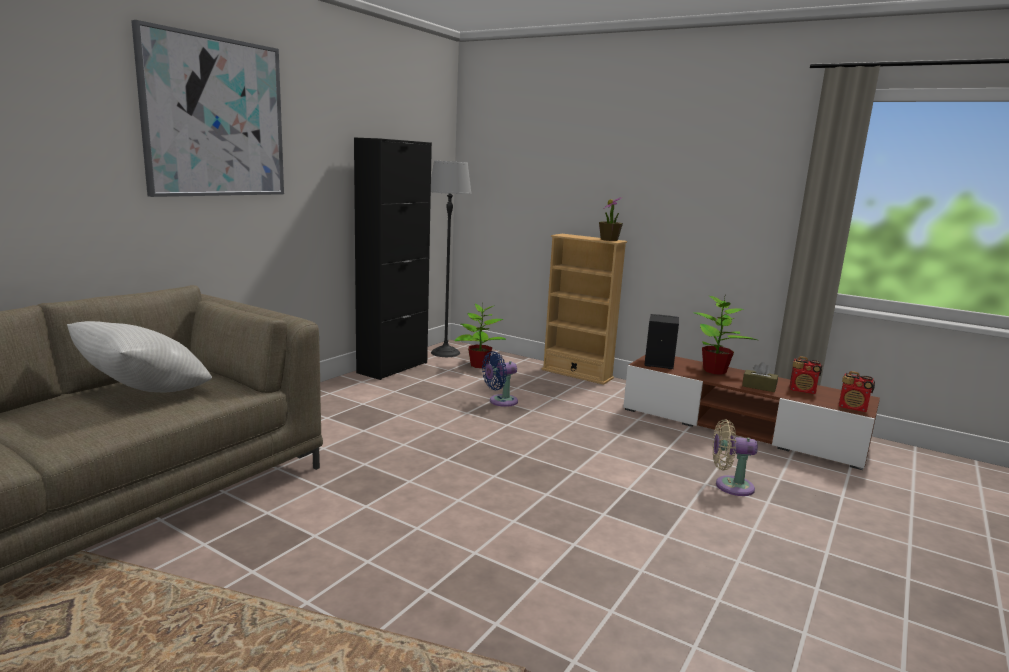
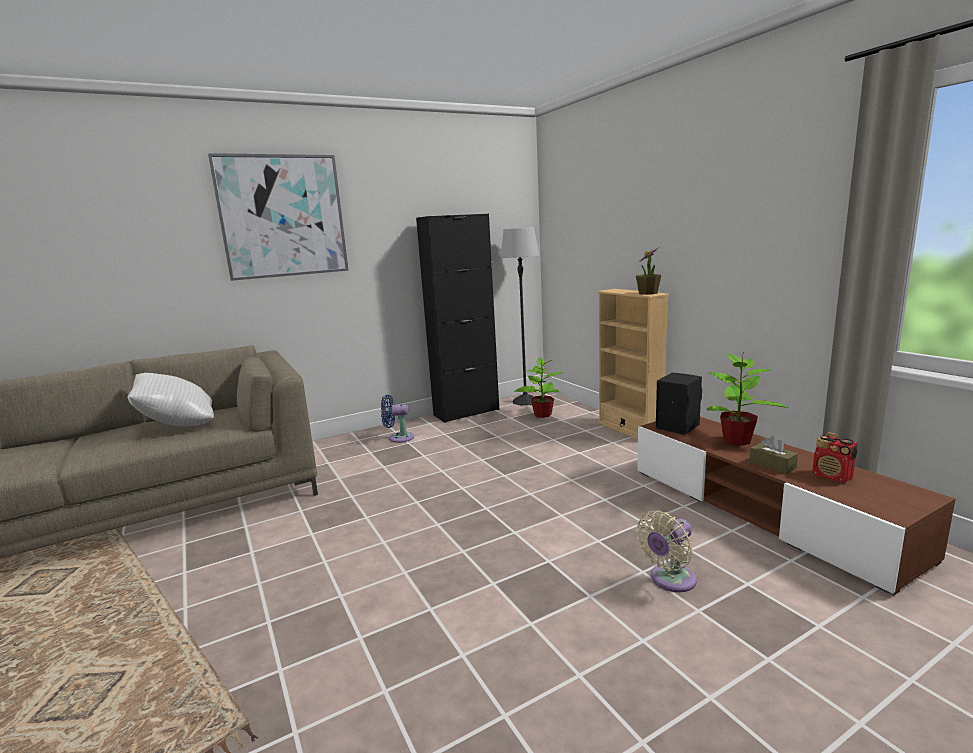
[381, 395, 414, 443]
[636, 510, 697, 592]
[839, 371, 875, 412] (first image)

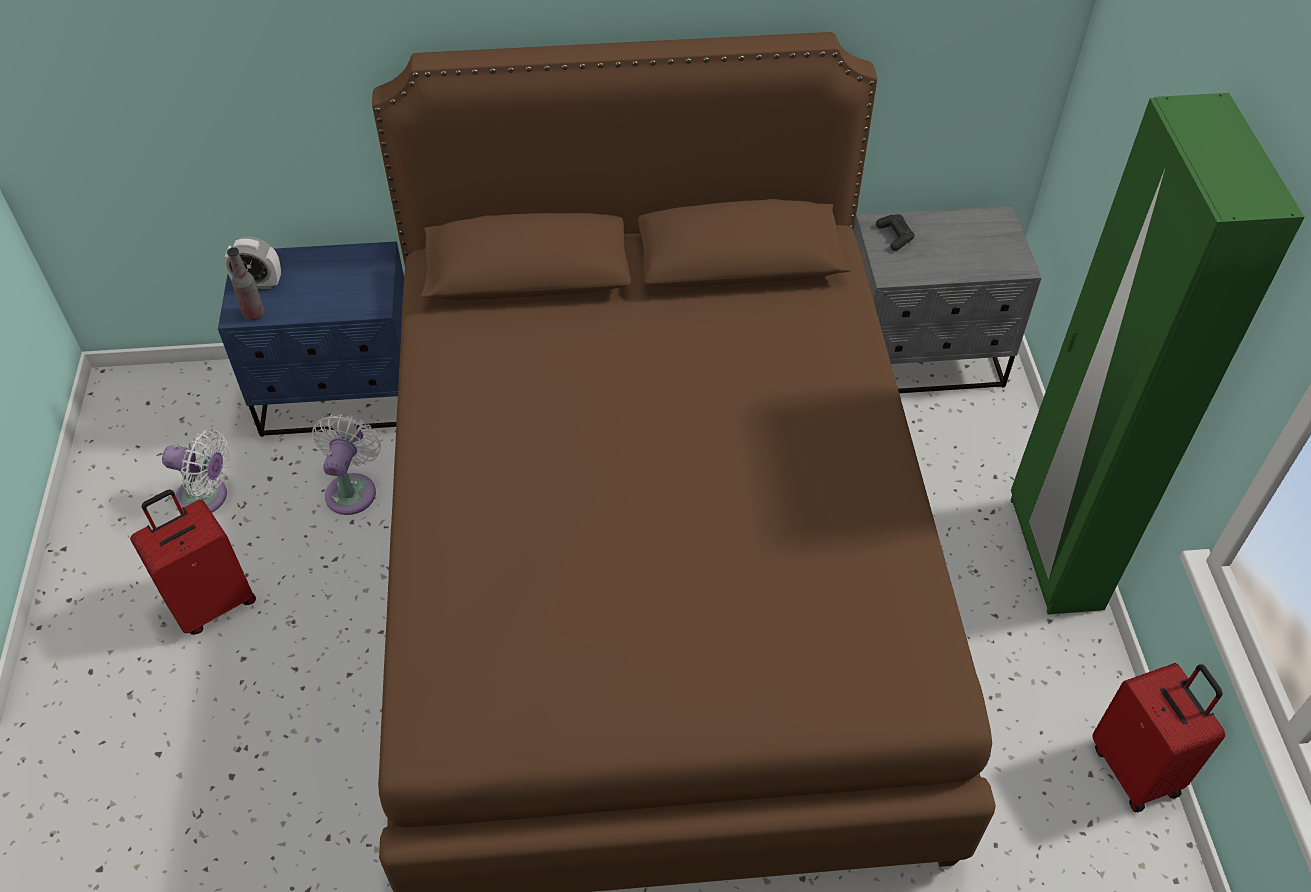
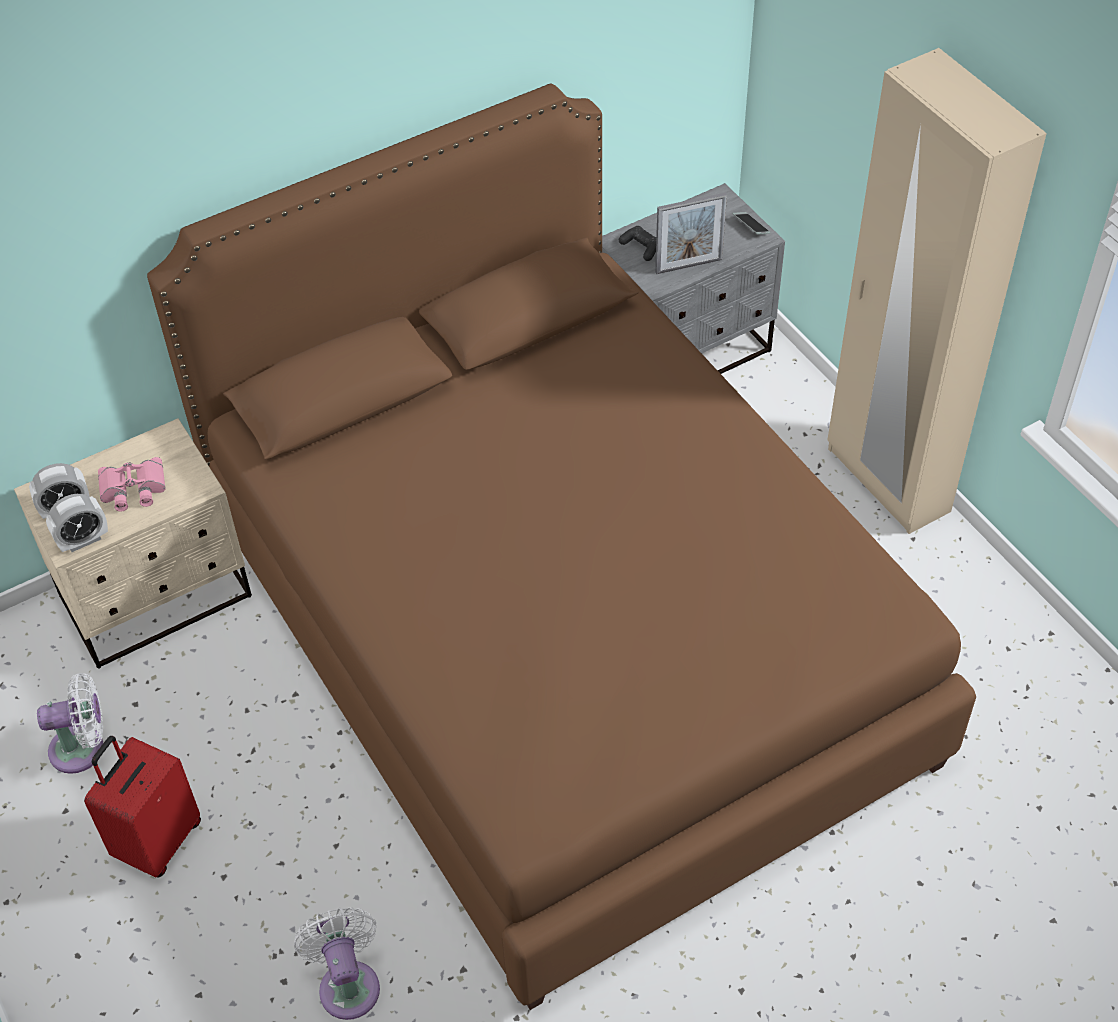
[14, 418, 252, 669]
[46, 494, 108, 552]
[294, 907, 380, 1020]
[827, 48, 1047, 534]
[1092, 663, 1225, 812] (first image)
[98, 457, 166, 511]
[655, 192, 727, 274]
[733, 212, 771, 235]

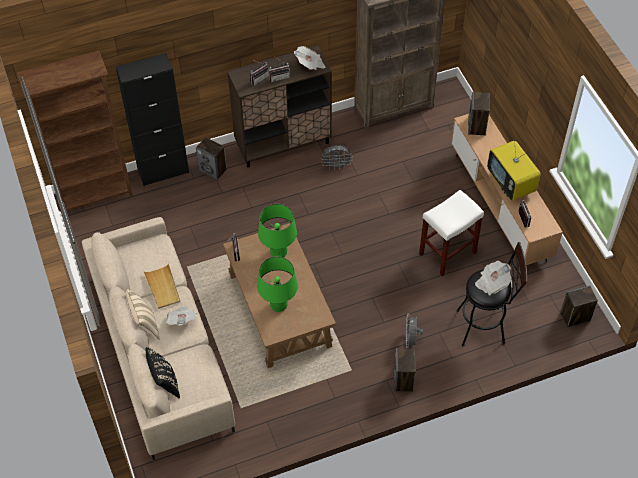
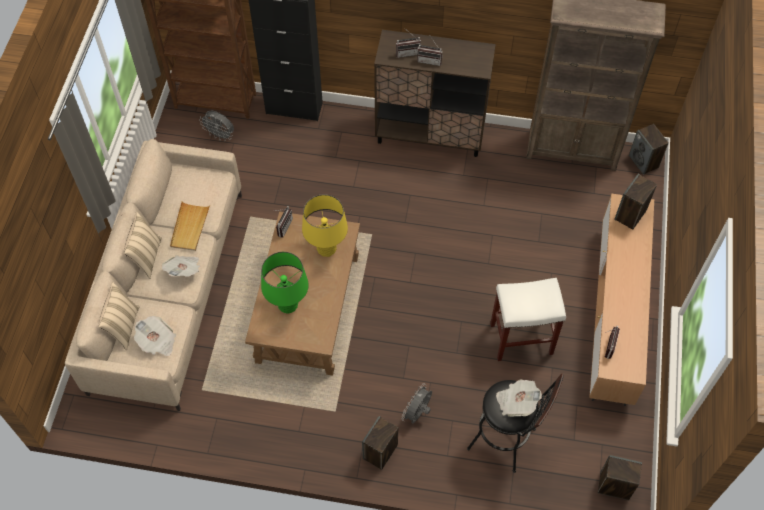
[98, 282, 140, 350]
[629, 124, 669, 175]
[302, 194, 348, 257]
[134, 316, 176, 356]
[199, 111, 234, 141]
[487, 139, 541, 201] (first image)

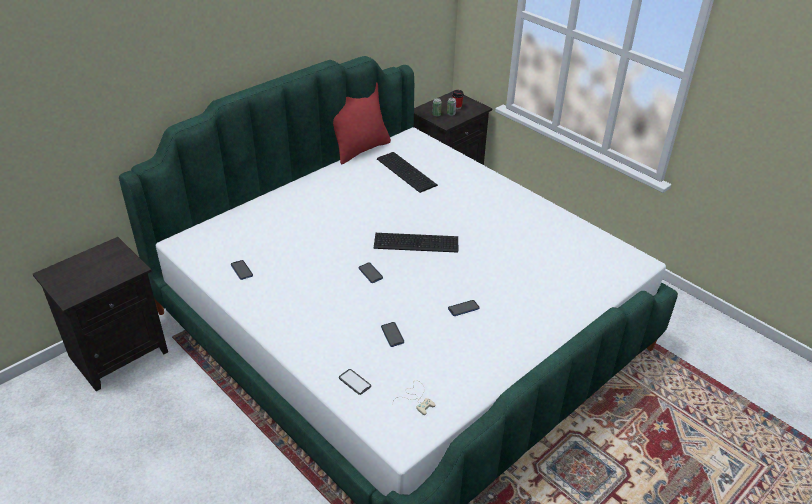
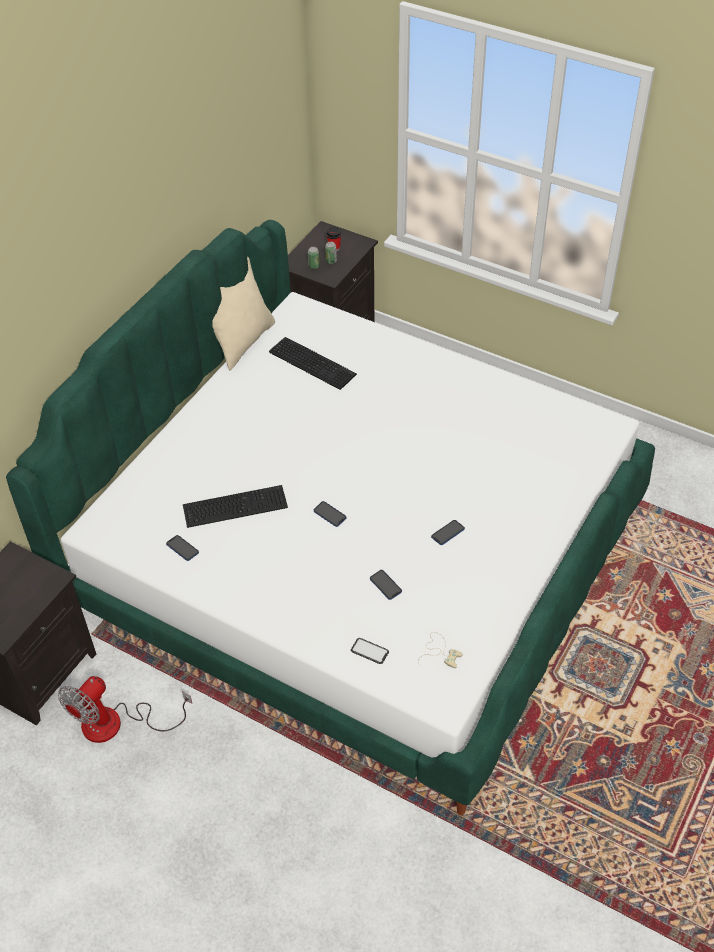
[212, 256, 275, 370]
[183, 485, 288, 528]
[58, 676, 192, 743]

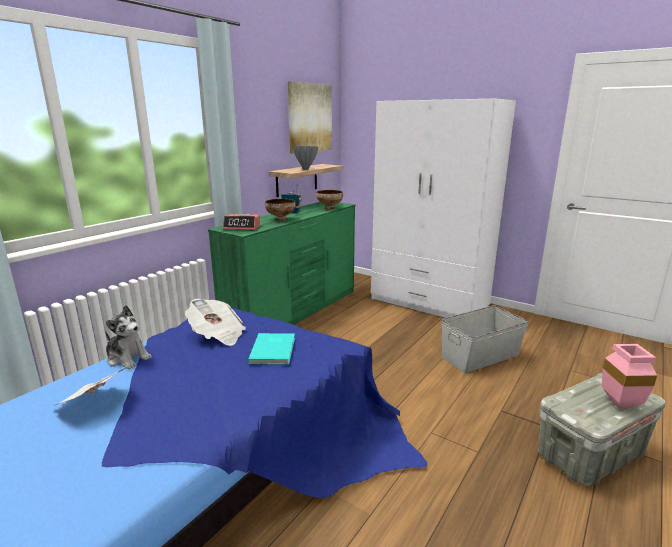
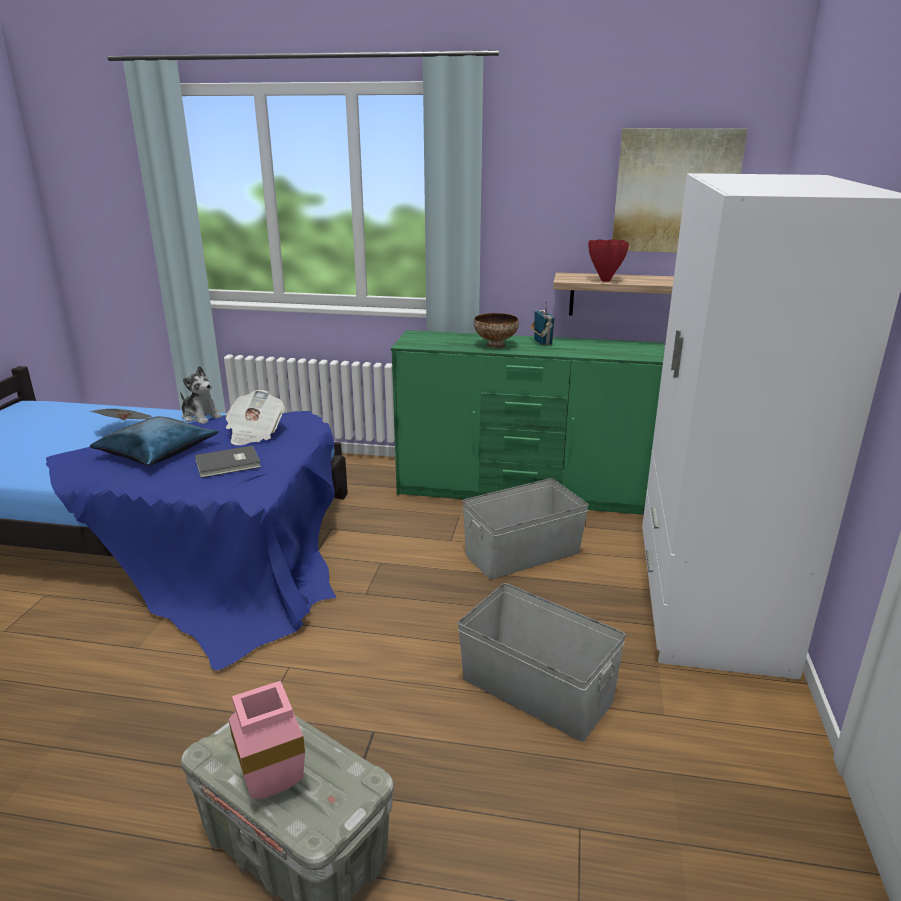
[180, 366, 222, 424]
[223, 214, 260, 230] (first image)
[195, 446, 261, 478]
[588, 239, 629, 282]
[316, 190, 343, 209] (first image)
[90, 416, 219, 465]
[462, 478, 589, 580]

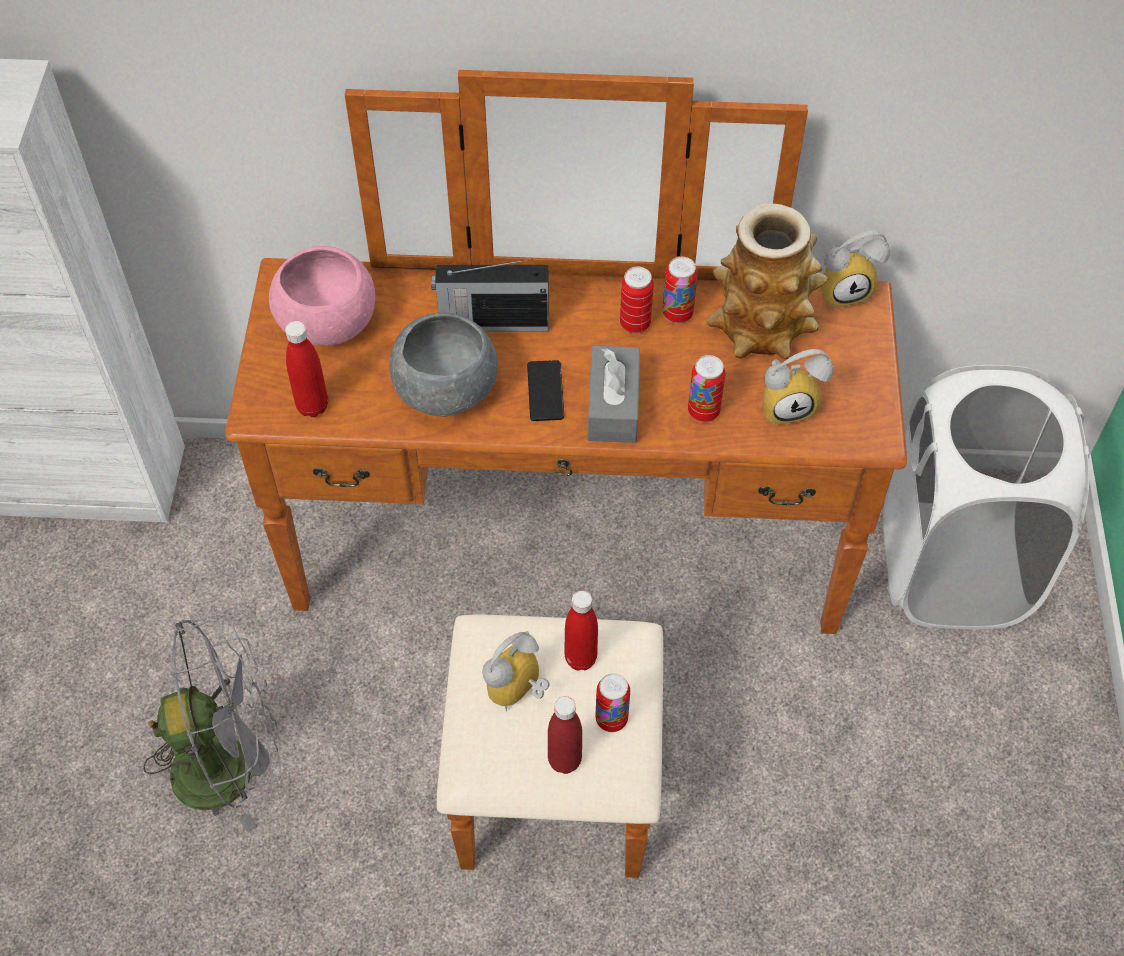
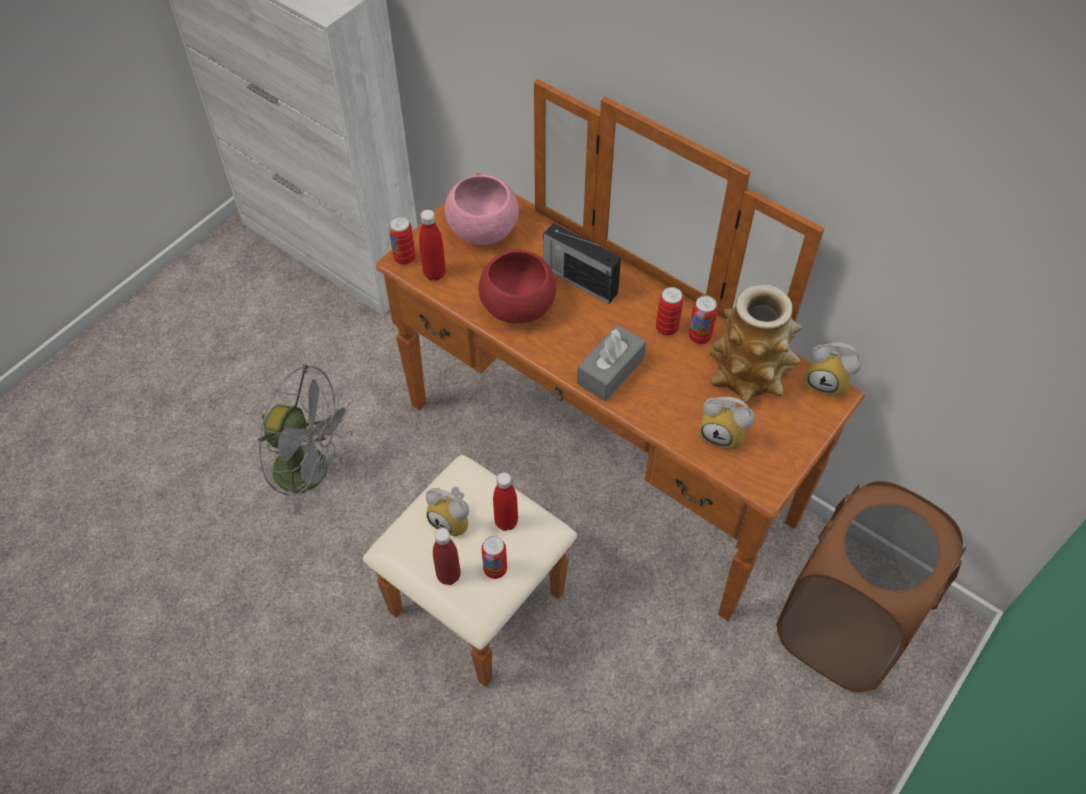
[479, 250, 556, 323]
[426, 487, 469, 537]
[527, 360, 564, 421] (first image)
[389, 216, 416, 265]
[776, 481, 966, 692]

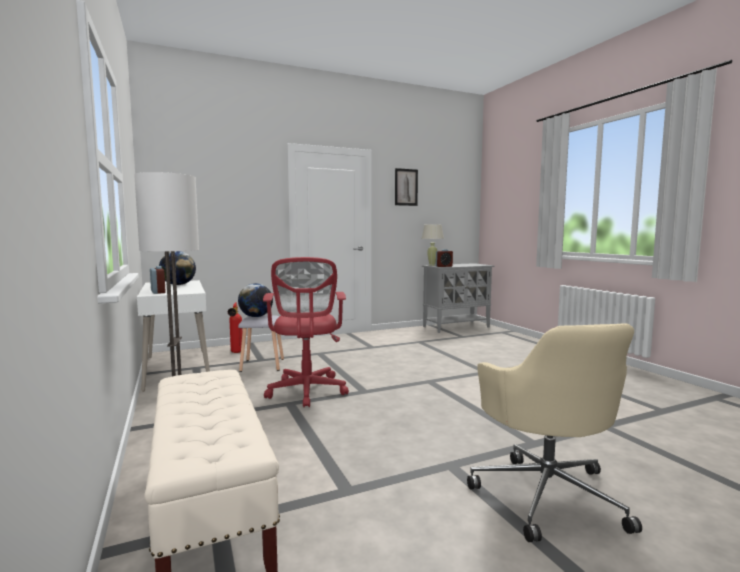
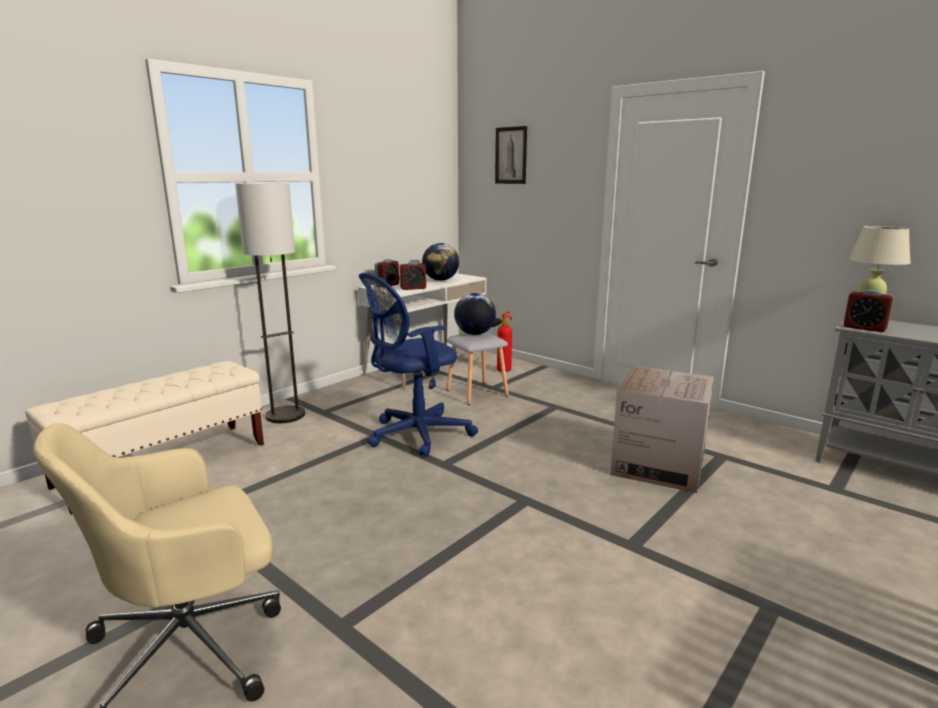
[359, 273, 478, 457]
[495, 126, 527, 184]
[399, 261, 426, 290]
[610, 366, 714, 493]

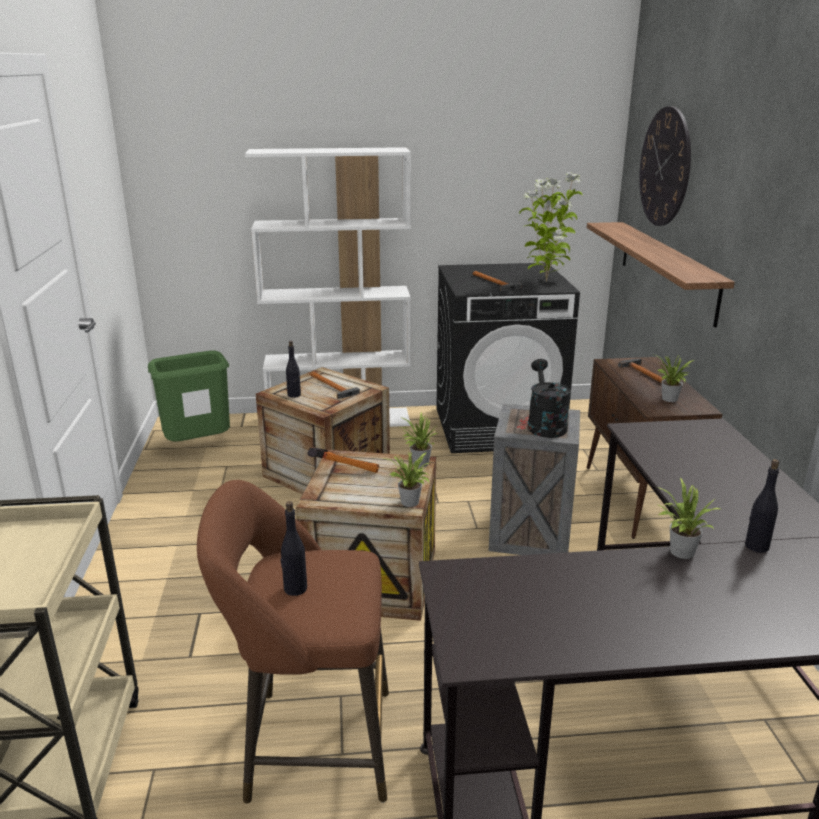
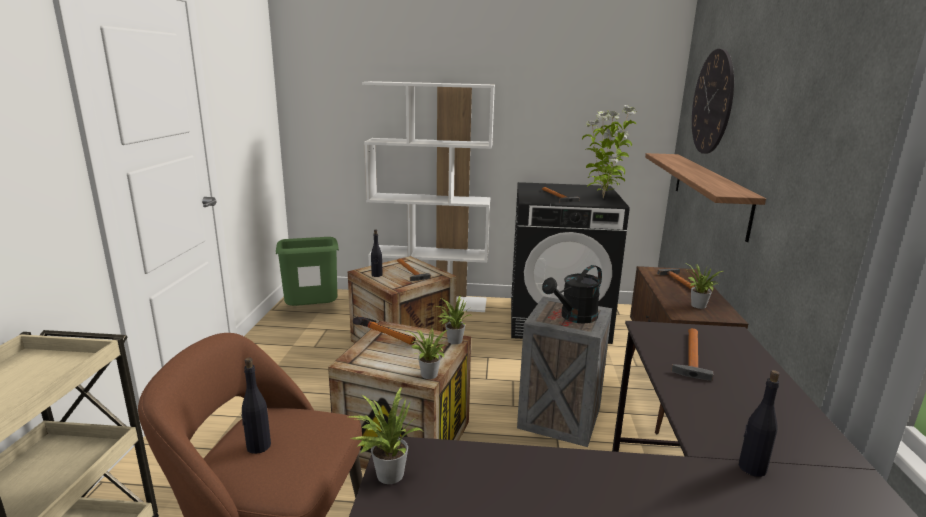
[542, 265, 602, 324]
[349, 387, 421, 484]
[671, 328, 713, 381]

